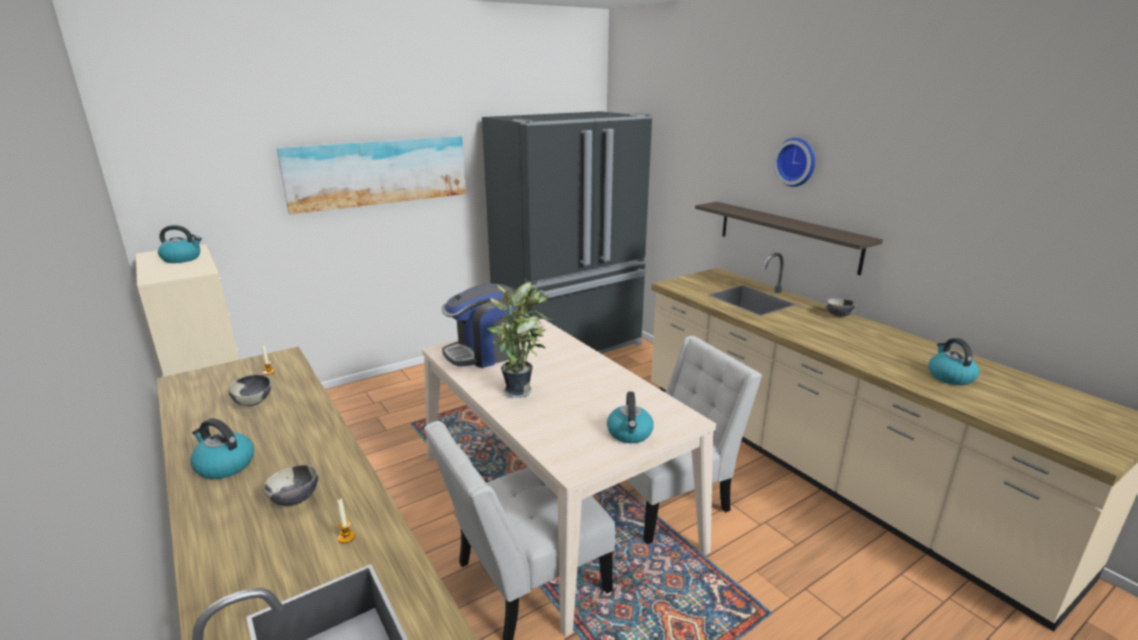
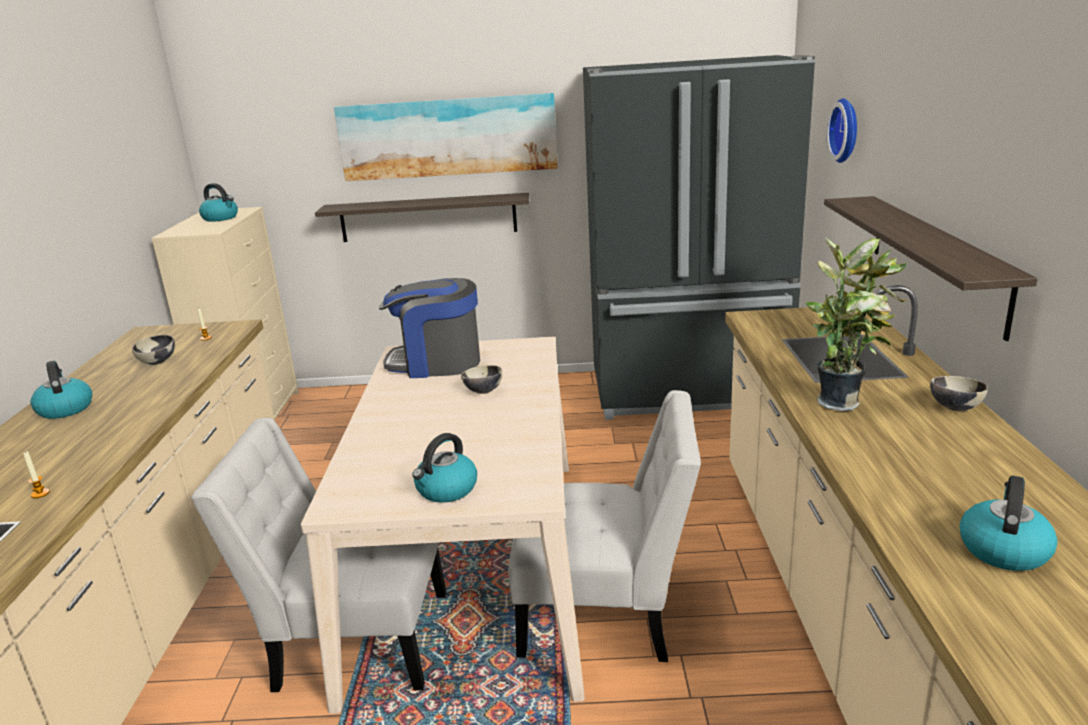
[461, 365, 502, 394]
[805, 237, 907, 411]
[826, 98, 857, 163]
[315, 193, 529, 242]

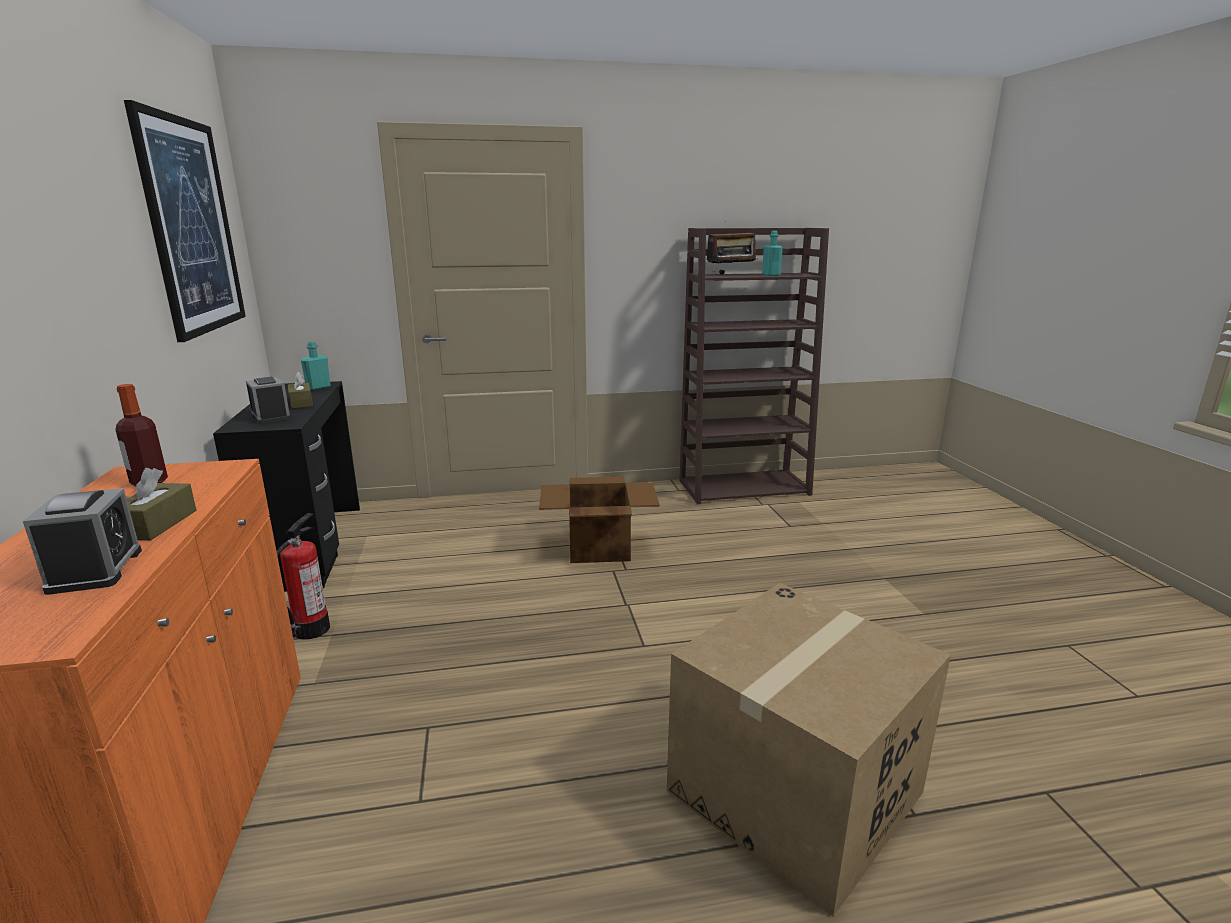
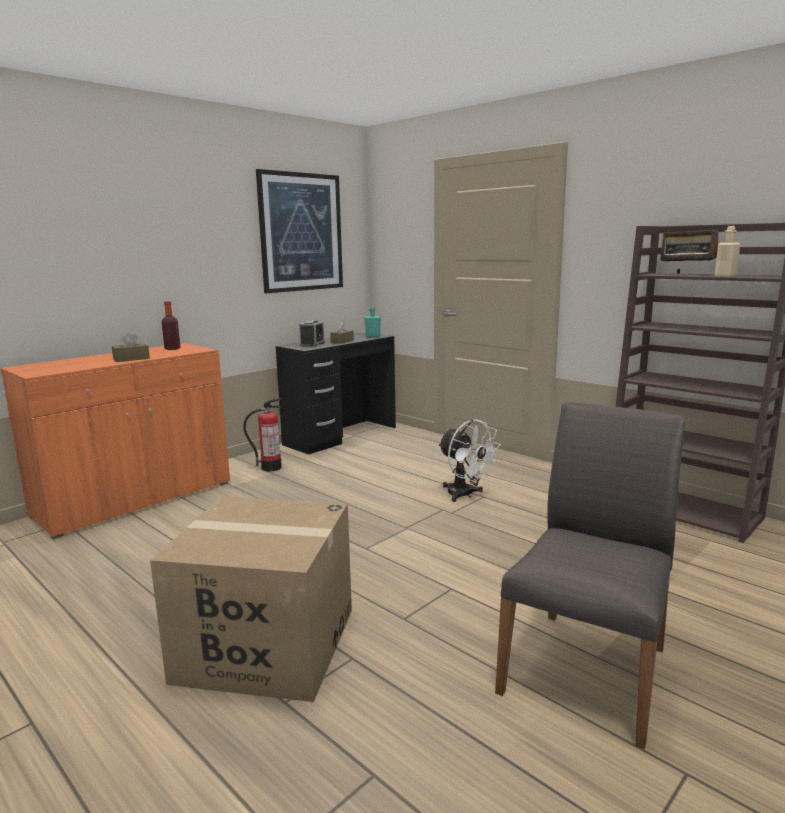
[23, 488, 142, 595] (first image)
[438, 419, 501, 502]
[715, 226, 740, 277]
[495, 402, 685, 749]

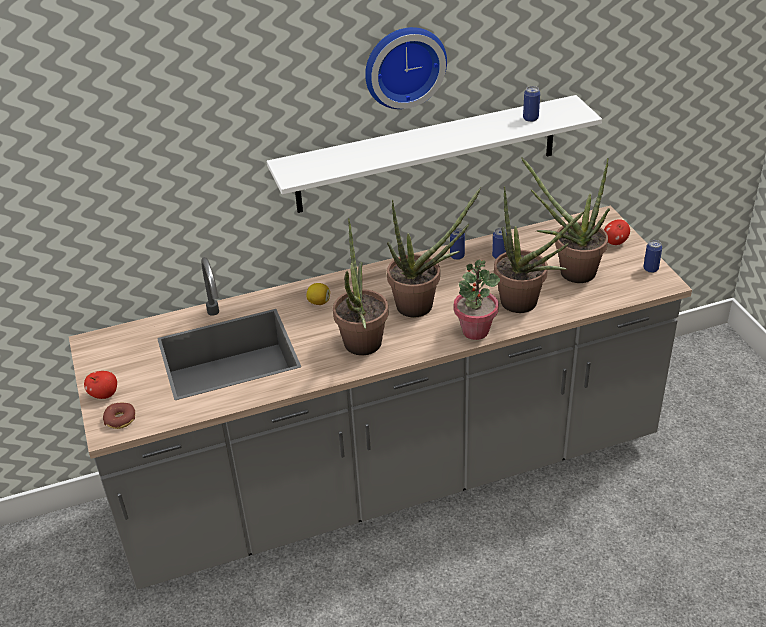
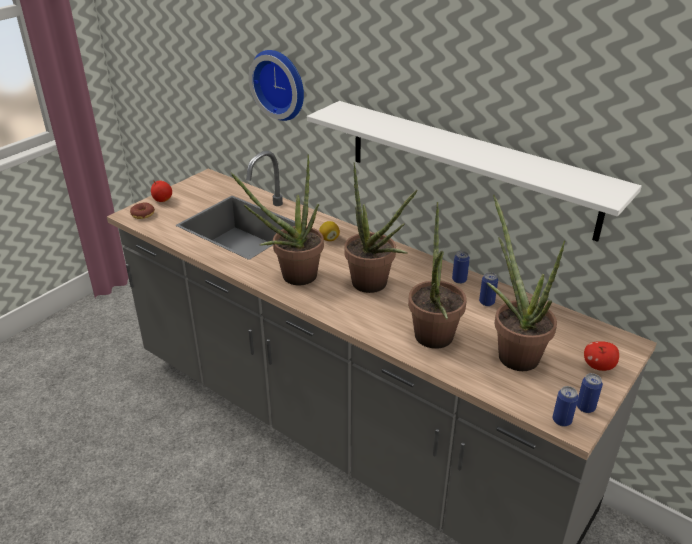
[249, 50, 304, 121]
[454, 259, 500, 340] (first image)
[553, 386, 578, 427]

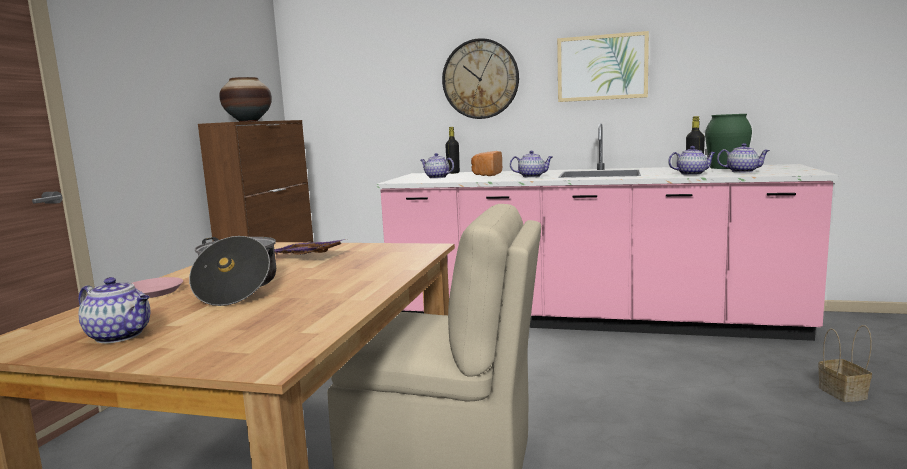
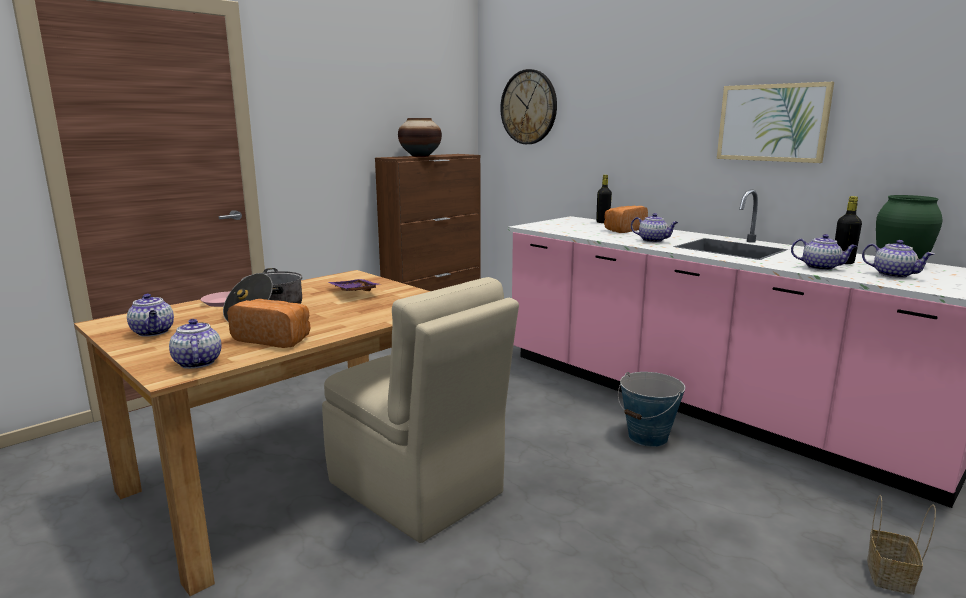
[169, 319, 222, 369]
[500, 69, 557, 144]
[227, 299, 311, 348]
[618, 372, 685, 447]

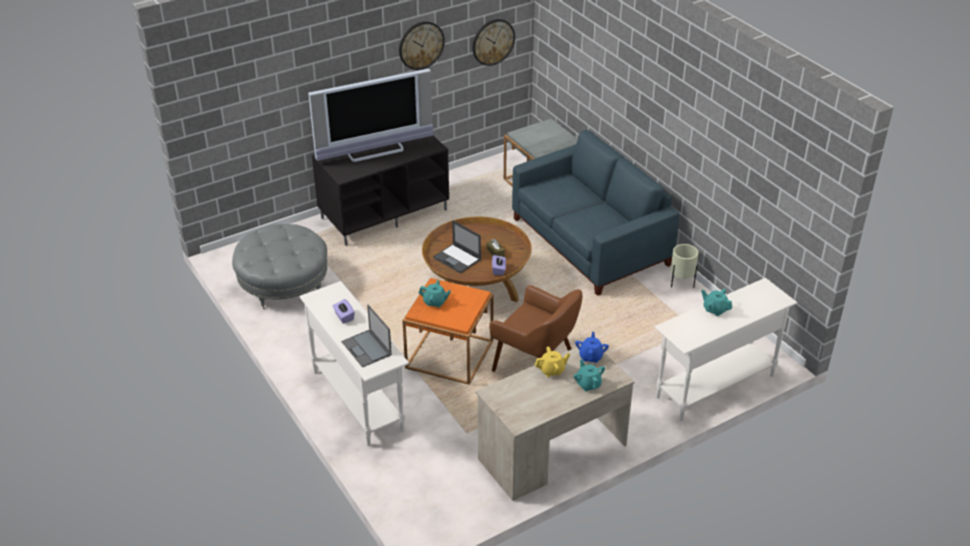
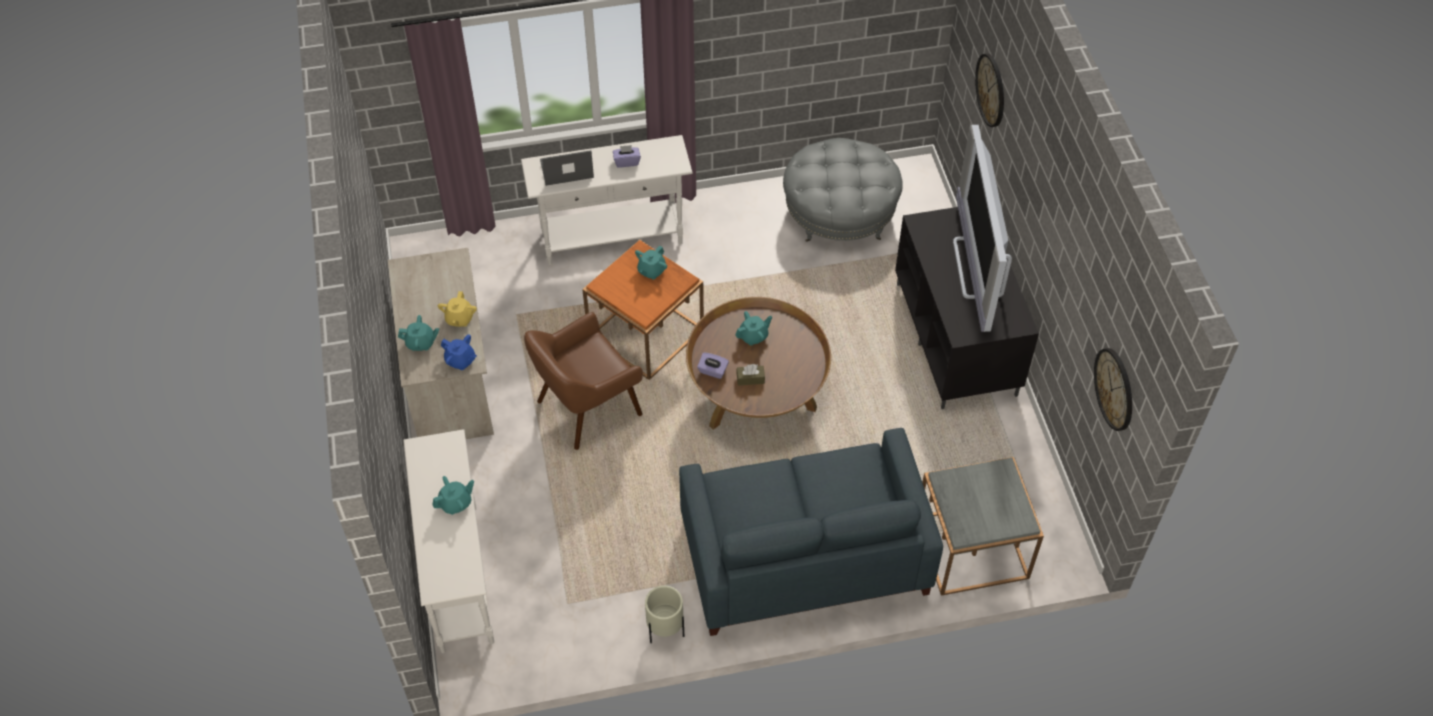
[975, 53, 1004, 127]
[735, 311, 772, 346]

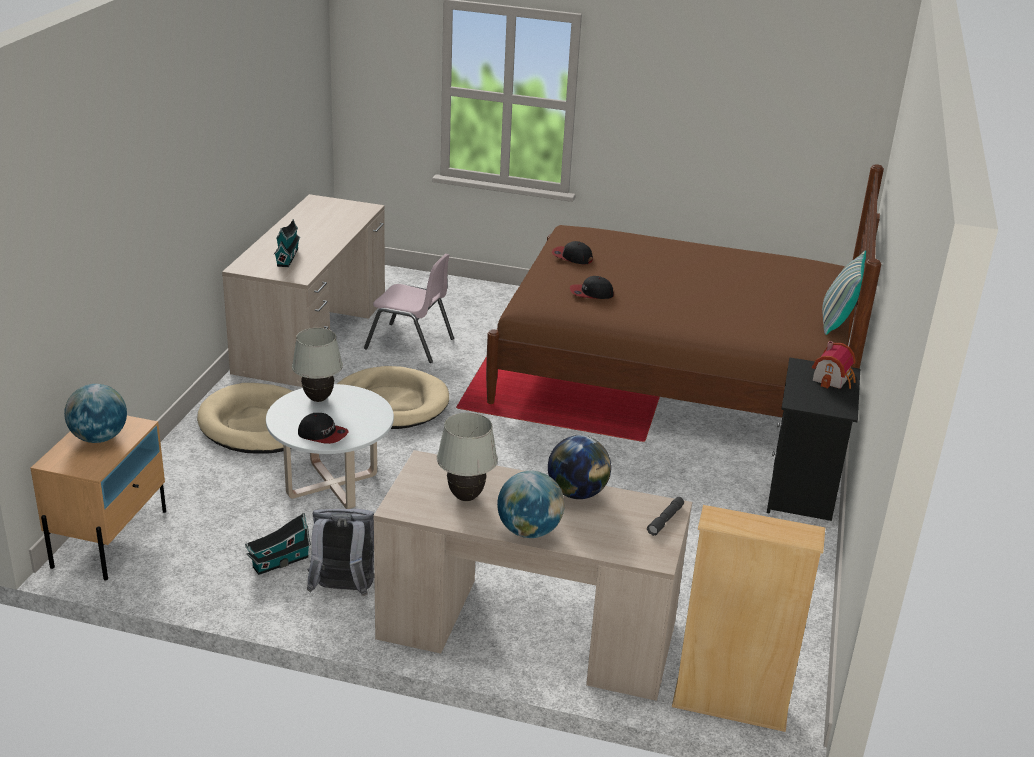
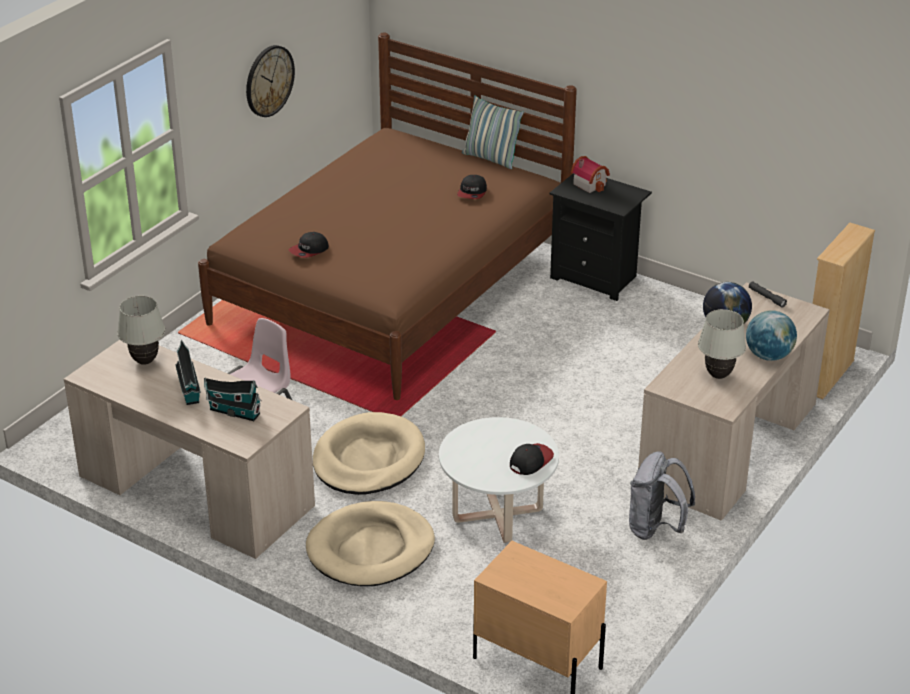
[64, 384, 127, 443] (first image)
[175, 340, 201, 405]
[118, 296, 165, 365]
[457, 175, 487, 199]
[246, 45, 295, 117]

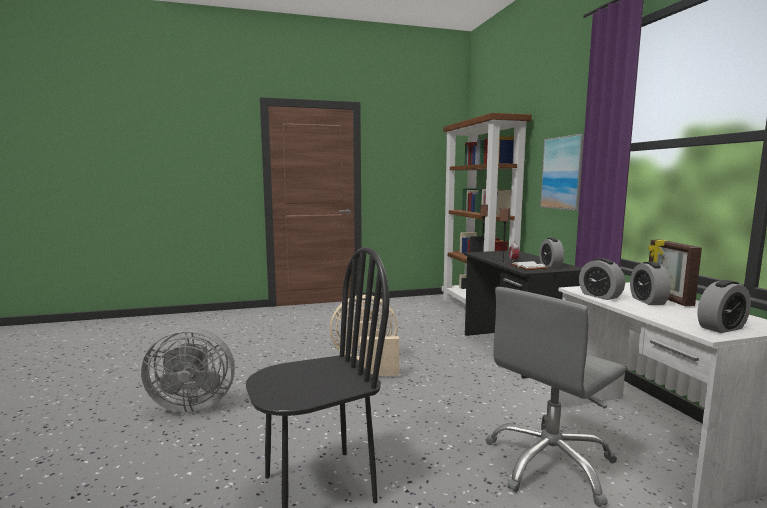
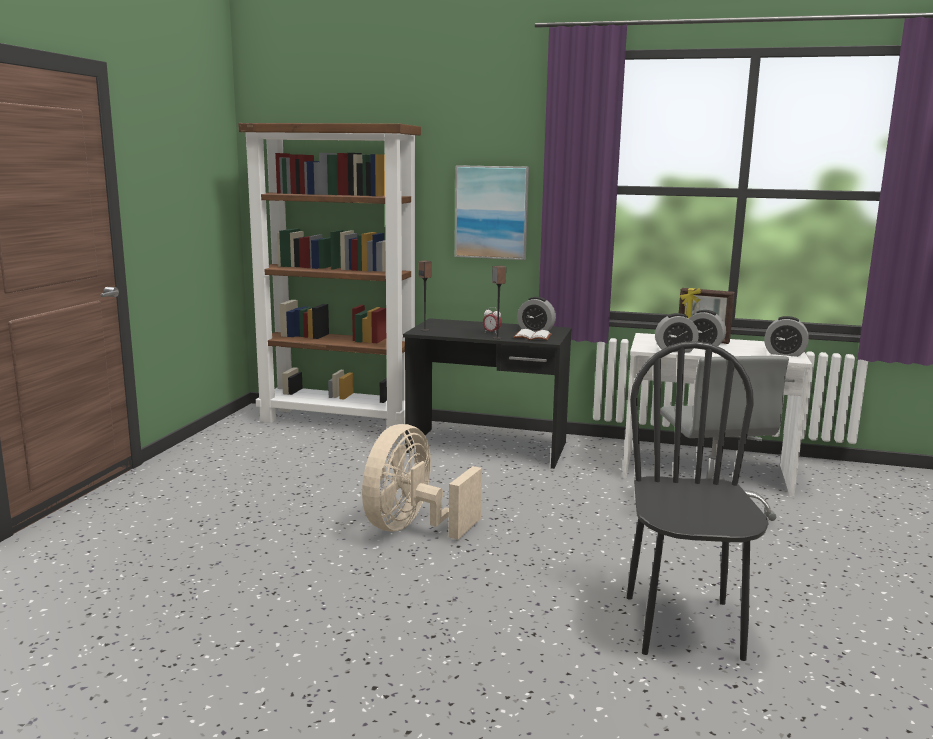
[141, 327, 235, 413] (first image)
[764, 316, 809, 357]

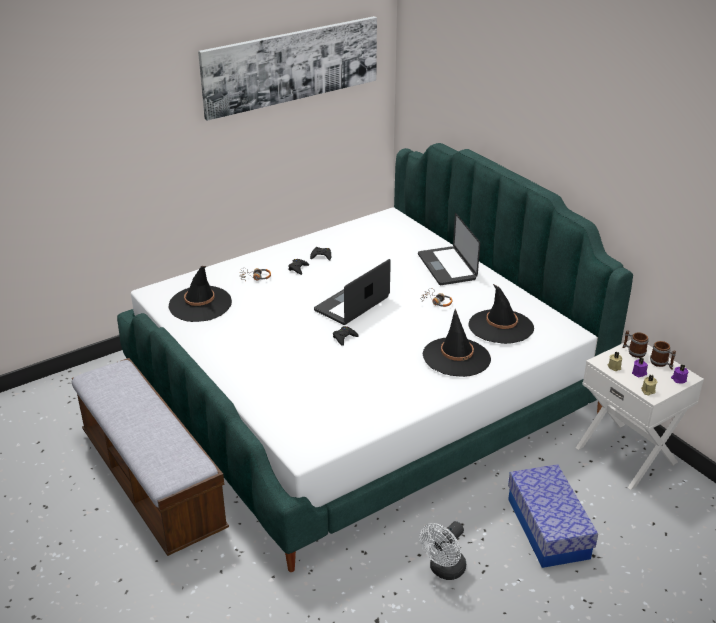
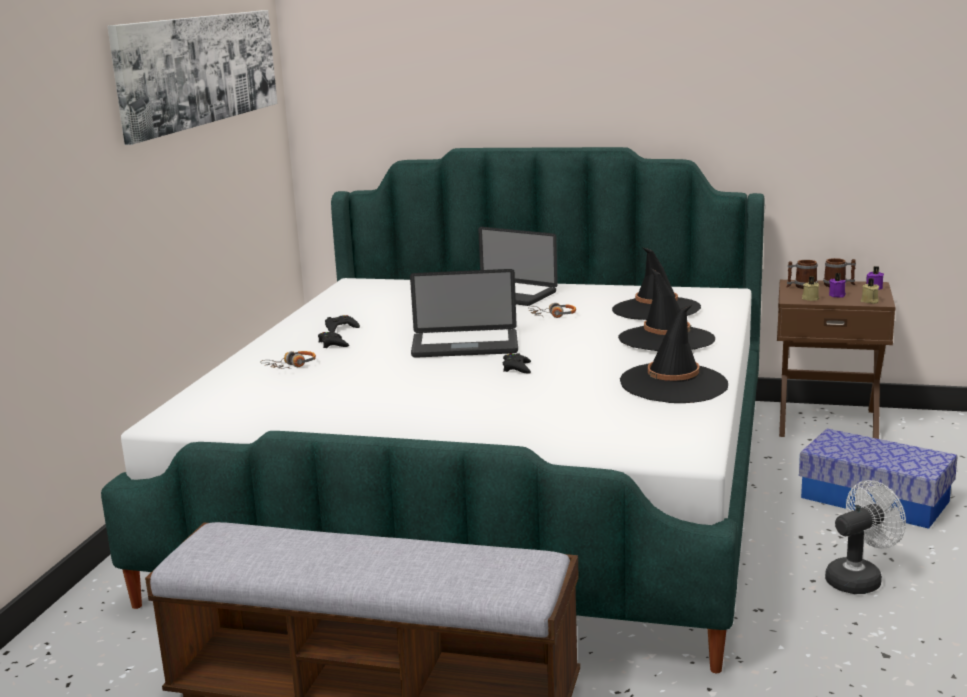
[620, 304, 728, 403]
[410, 269, 518, 358]
[825, 480, 906, 594]
[777, 280, 896, 439]

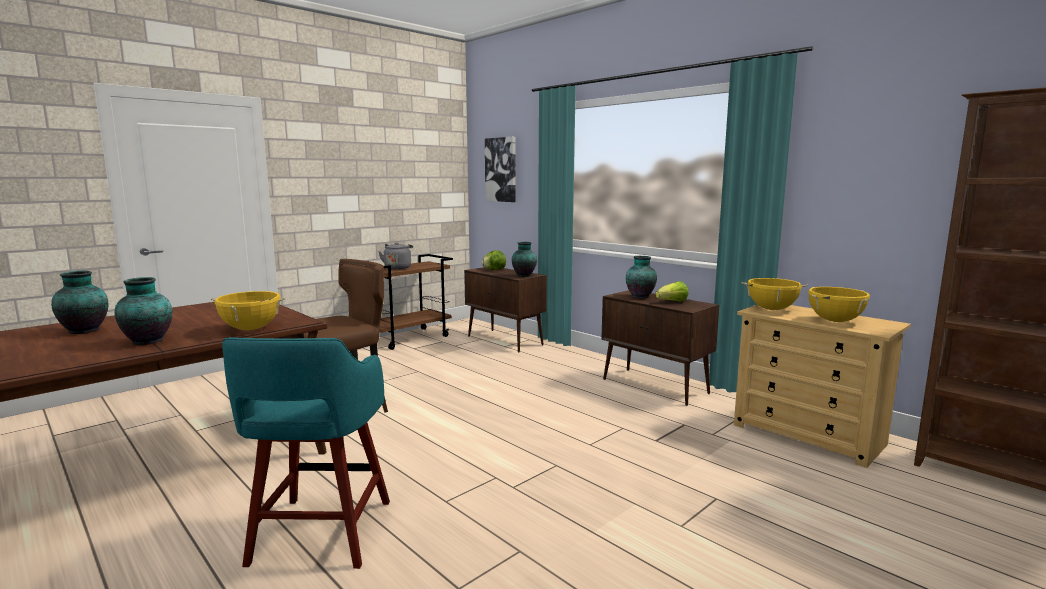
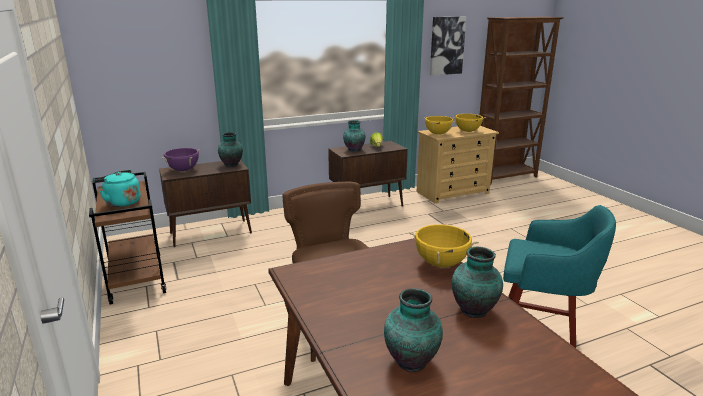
[94, 170, 141, 207]
[162, 148, 200, 171]
[430, 17, 466, 75]

